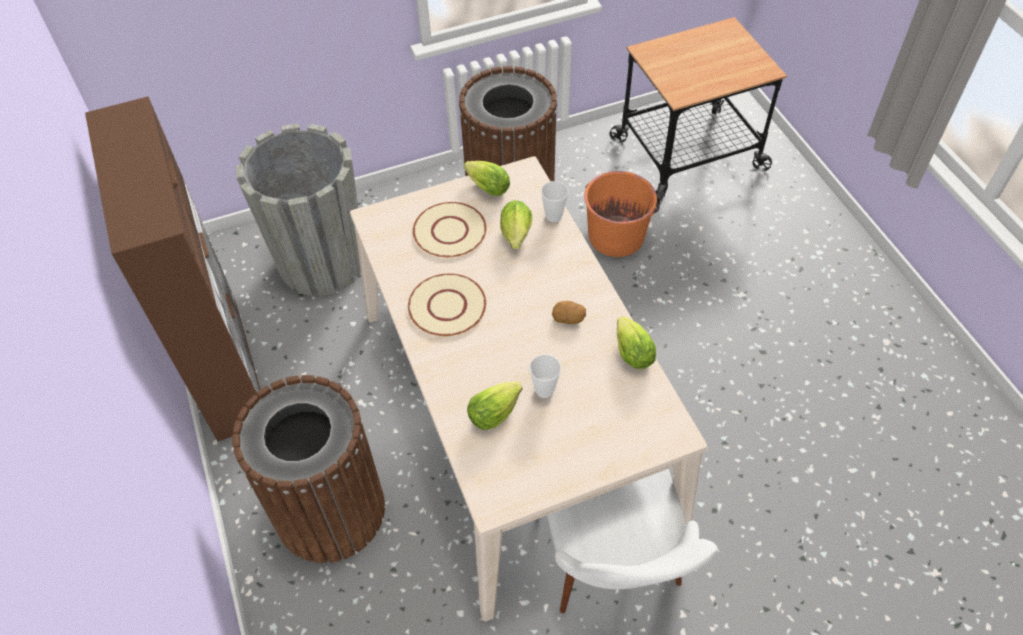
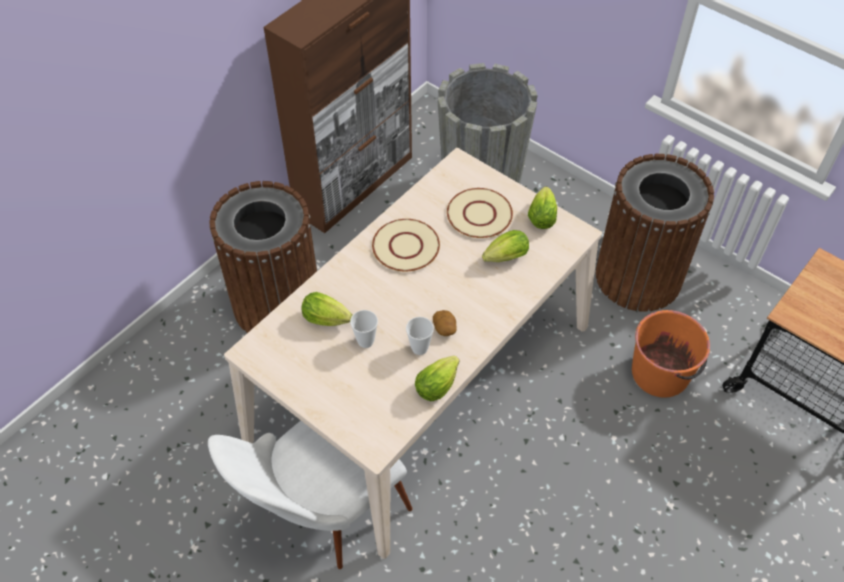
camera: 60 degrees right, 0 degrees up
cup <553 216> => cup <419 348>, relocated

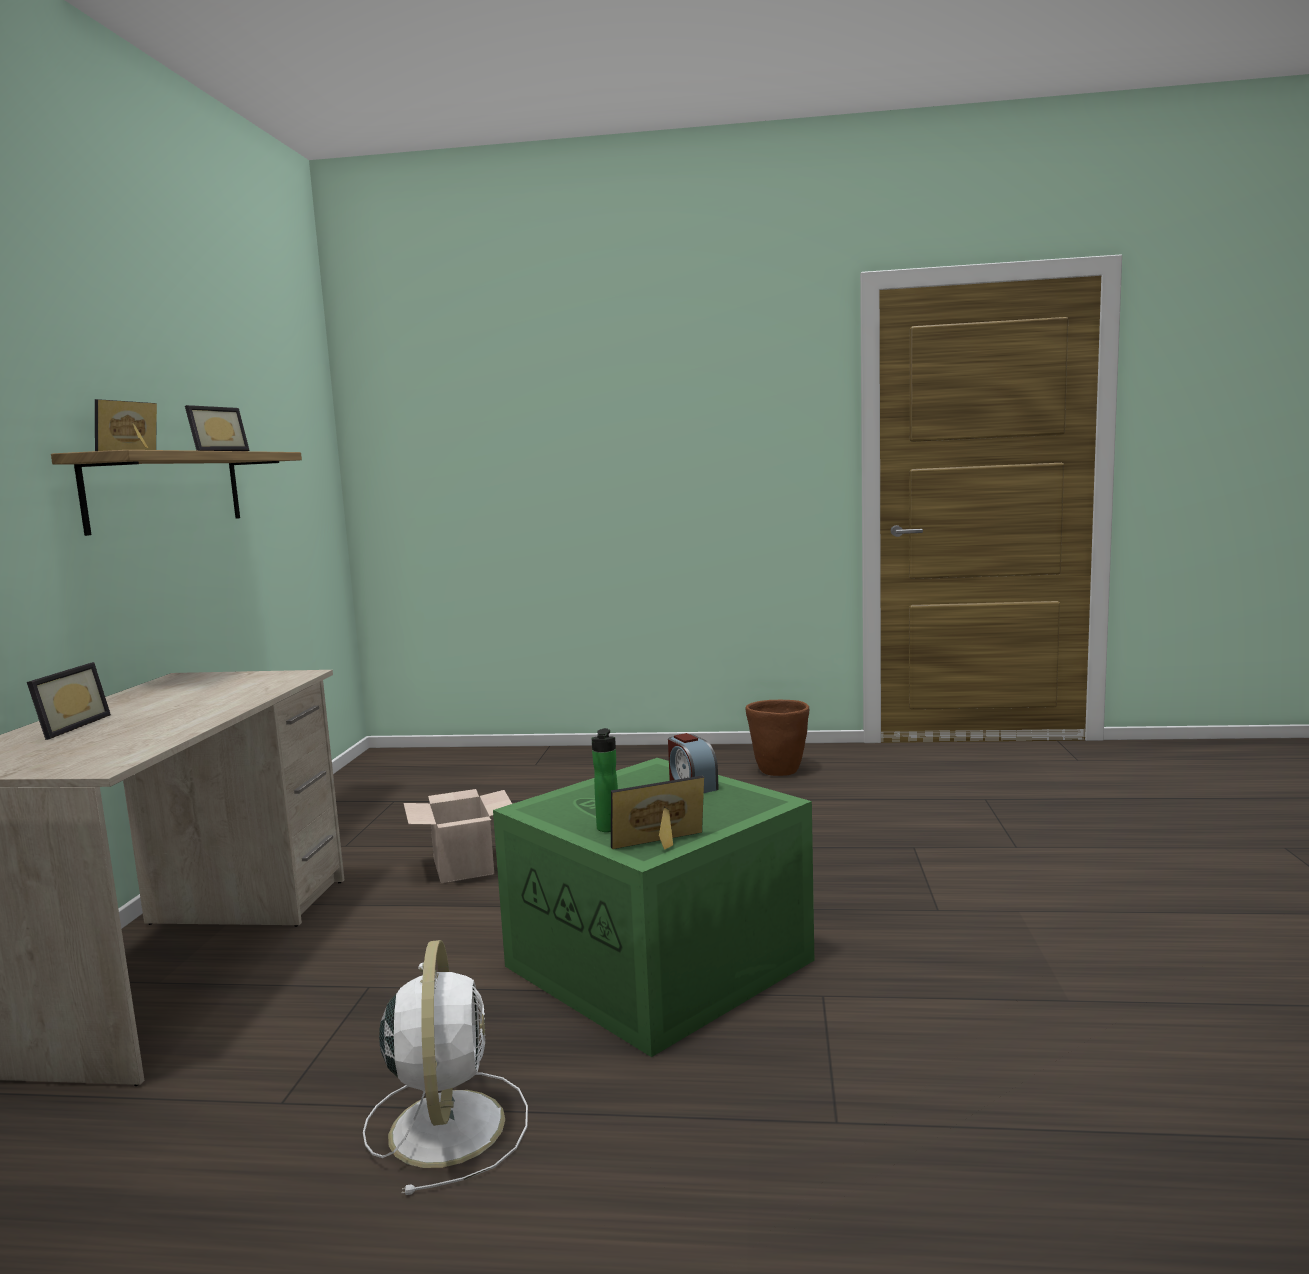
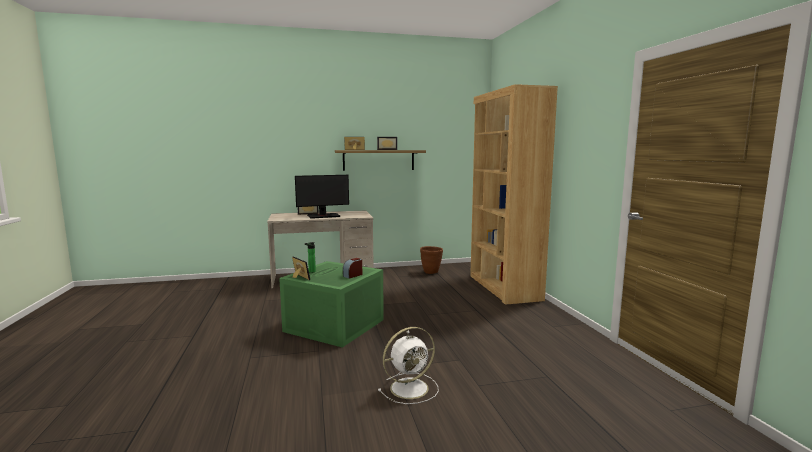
camera: 70 degrees right, 0 degrees up
white fan <447 1124> => white fan <411 388>, relocated
cardboard box <465 867> => nothing
brown planter <778 771> => brown planter <431 272>, relocated
nothing => monitor <323 216>
nothing => brown bookcase <503 287>

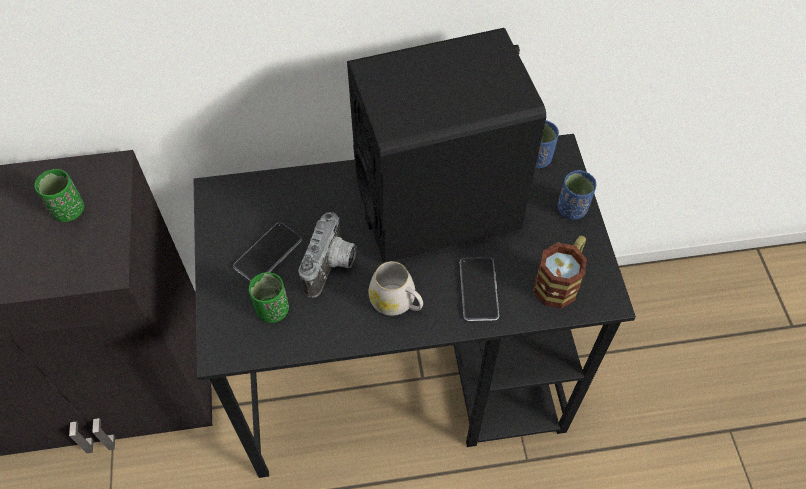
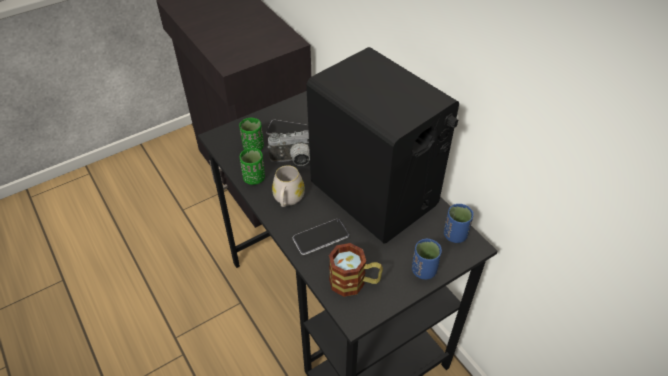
camera: 65 degrees right, 10 degrees down
green cup <69 210> => green cup <254 178>, relocated

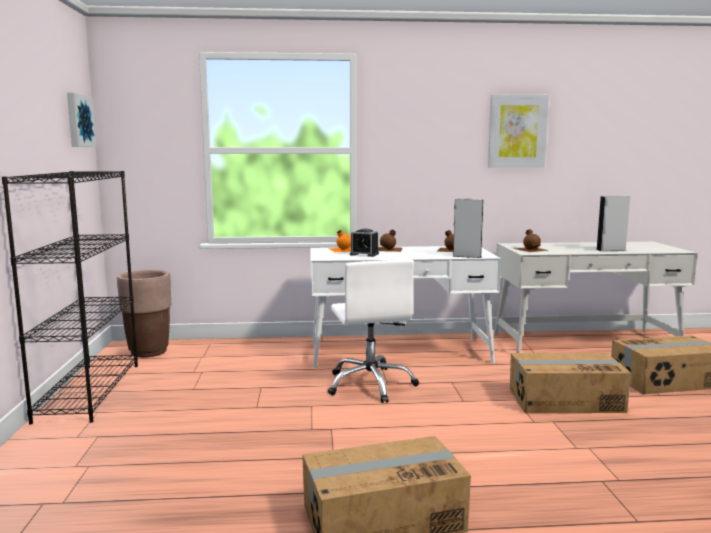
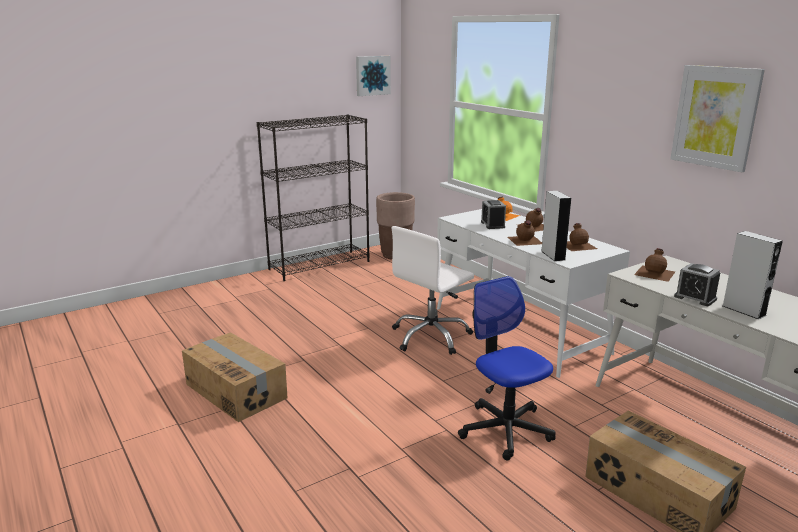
camera: 60 degrees right, 10 degrees up
cardboard box <565 400> => office chair <505 429>
nothing => brown bottle <524 240>
nothing => alarm clock <695 298>

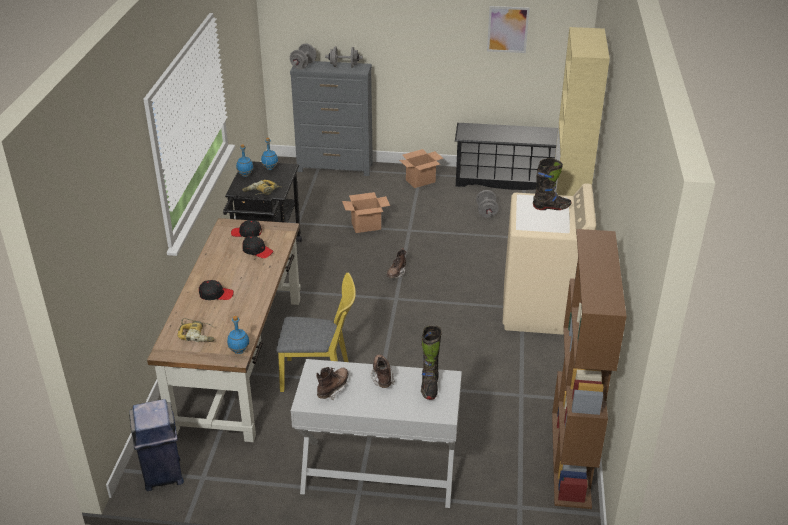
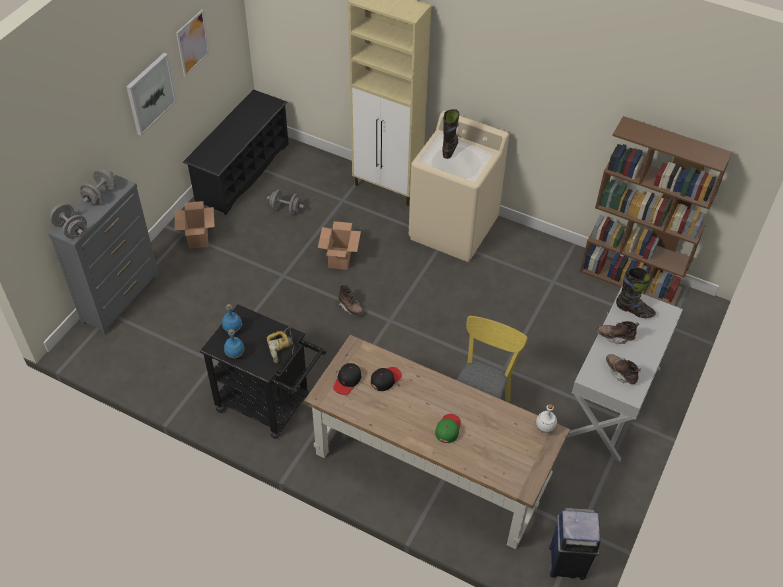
camera: 70 degrees left, 15 degrees up
power drill <198 334> => nothing
black cap <216 294> => green cap <448 429>
blue bottle <239 351> => white bottle <544 428>
cardboard box <366 226> => cardboard box <340 258>, relocated
nothing => picture <150 93>

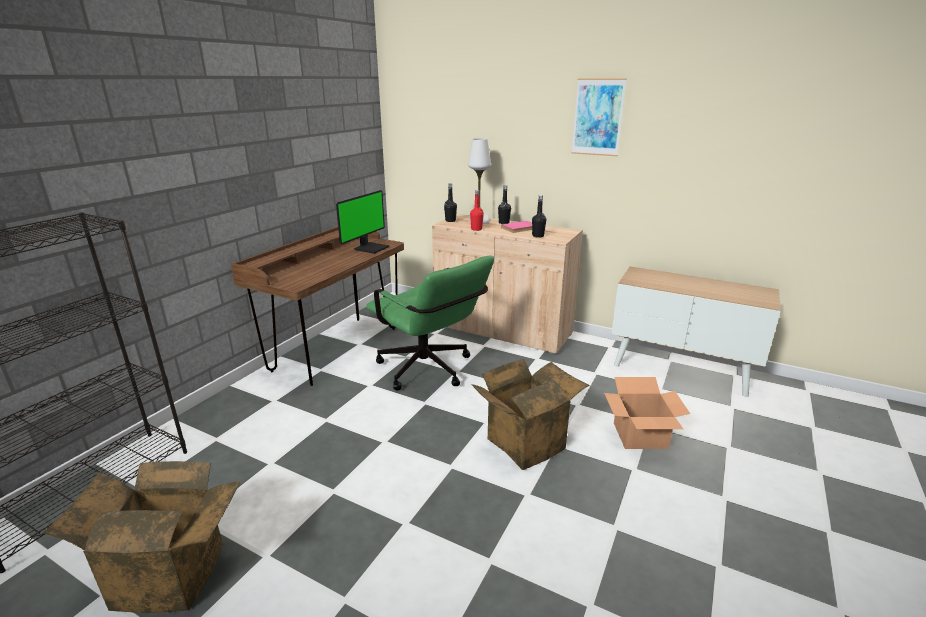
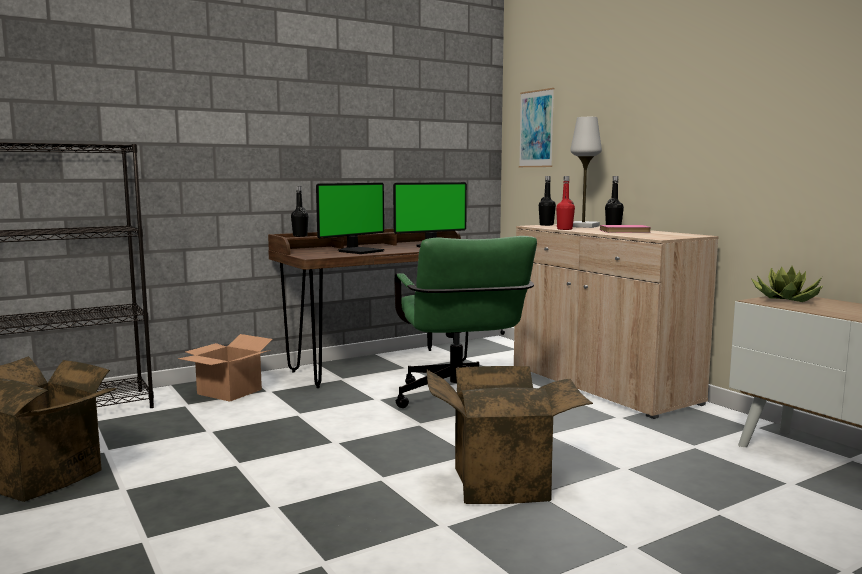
camera: 30 degrees right, 15 degrees down
black bottle <538 236> => black bottle <300 236>, relocated
picture <597 117> => picture <536 129>, relocated
cardboard box <640 435> => cardboard box <230 392>, relocated
nothing => monitor <360 251>
nothing => potted plant <787 299>

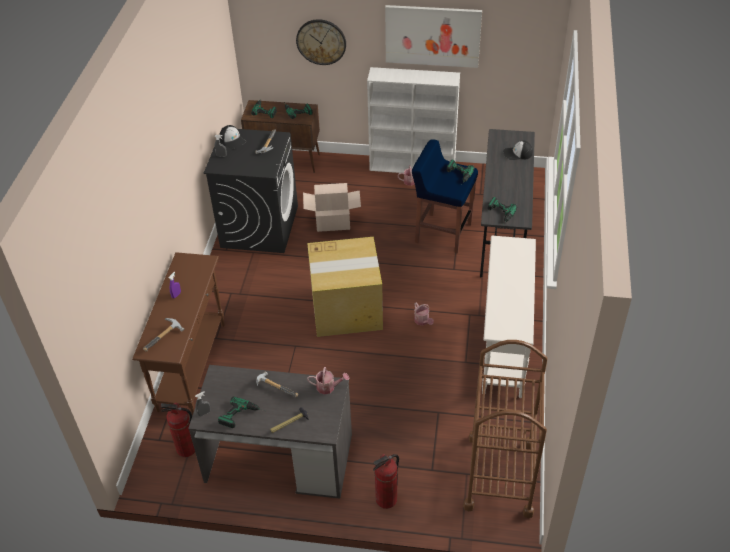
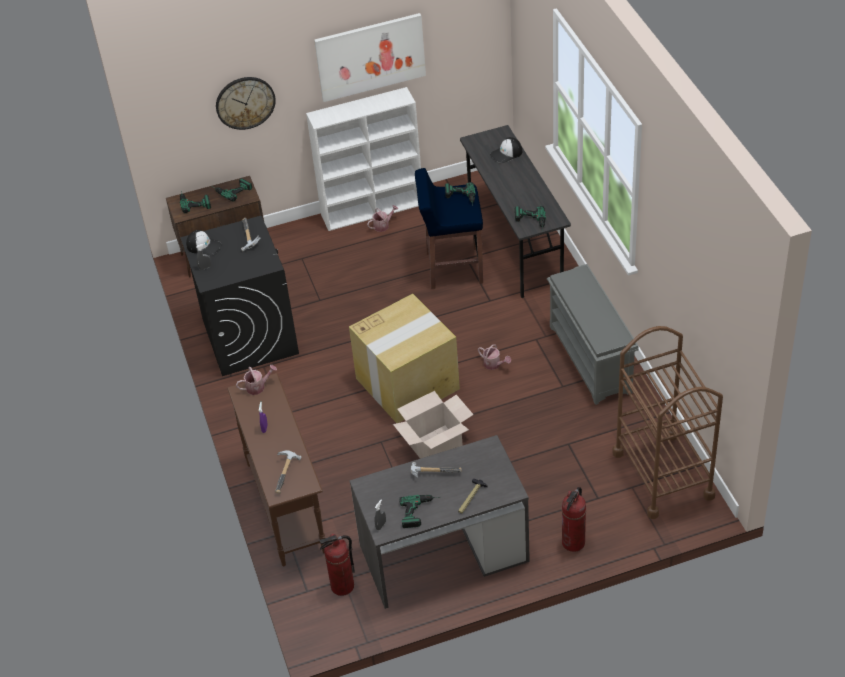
camera: 25 degrees left, 0 degrees up
cardboard box <333 222> => cardboard box <435 445>, relocated
watering can <328 387> => watering can <258 387>, relocated
white console table <503 350> => grey shoe rack <591 359>

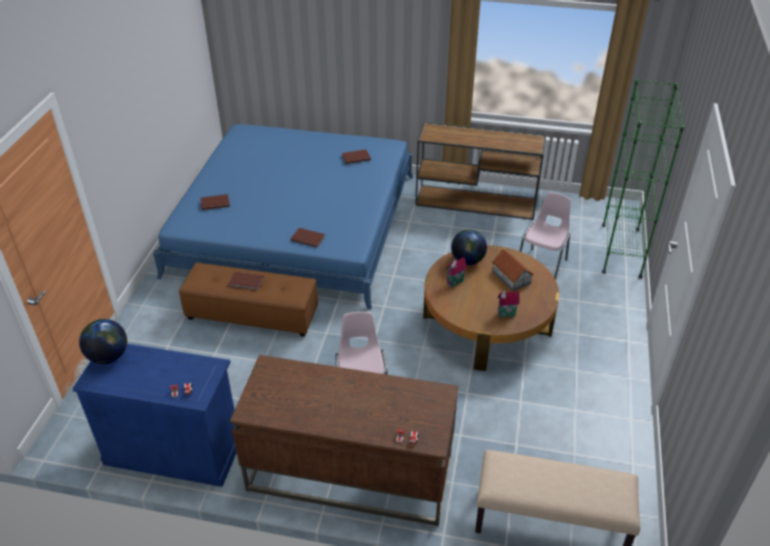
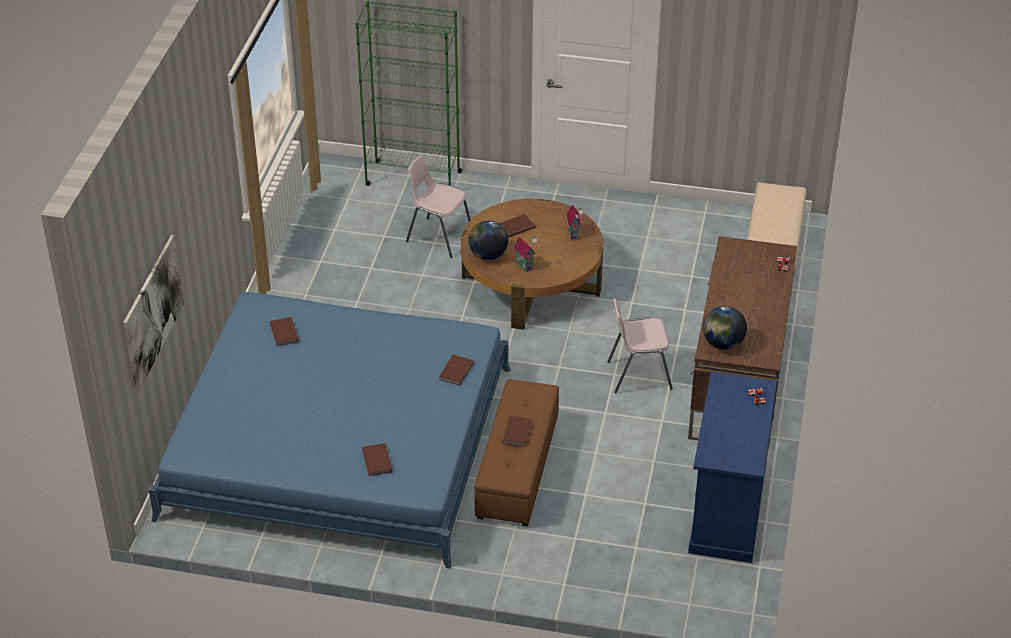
camera: 90 degrees left, 0 degrees up
globe <108 356> => globe <722 344>, relocated
brown console table <477 202> => nothing
toy house <511 276> => brown book <515 227>
nothing => picture <153 312>

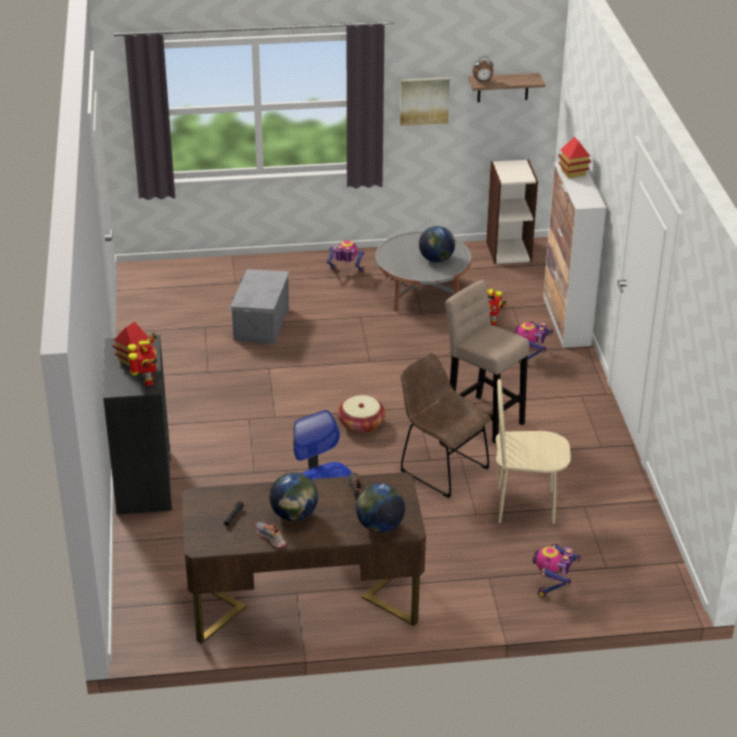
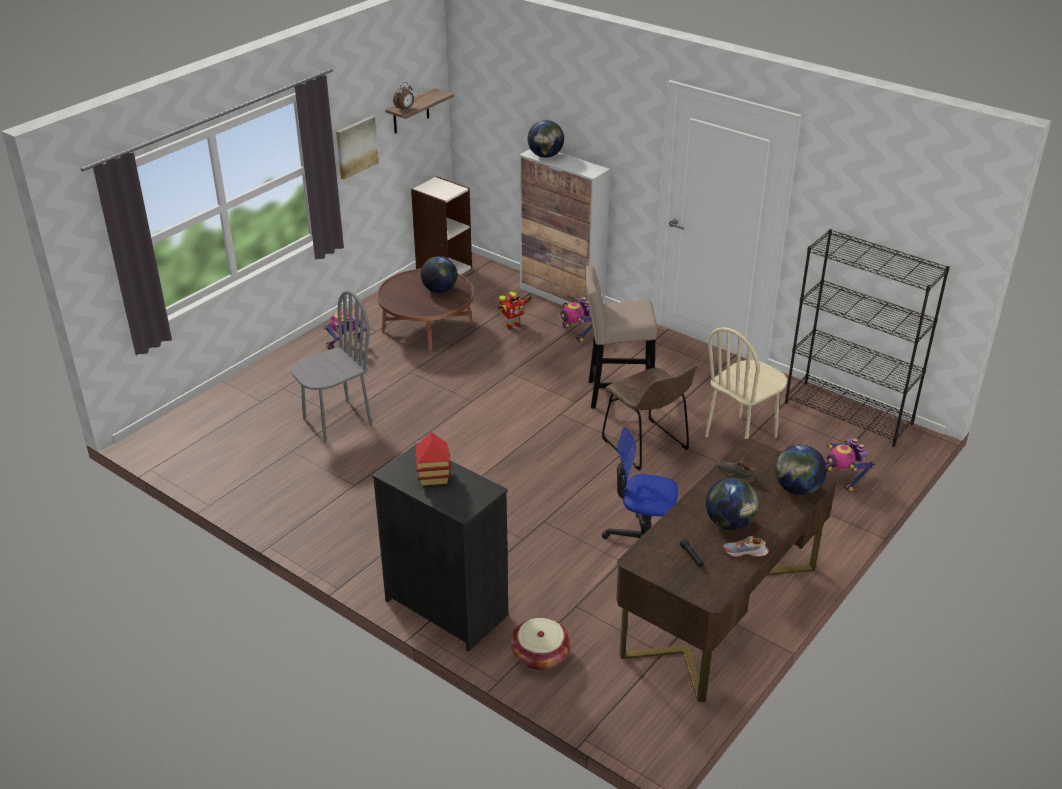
camera: 45 degrees left, 0 degrees up
toy robot <147 381> => nothing
grey storage box <260 323> => grey chair <337 421>
basket <361 424> => basket <540 655>, relocated
grey coffee table <422 291> => brown coffee table <427 328>
brown chair <440 468> => brown chair <647 447>, 120 degrees counterclockwise
toy house <573 173> => globe <545 156>
nothing => black bookcase <849 413>

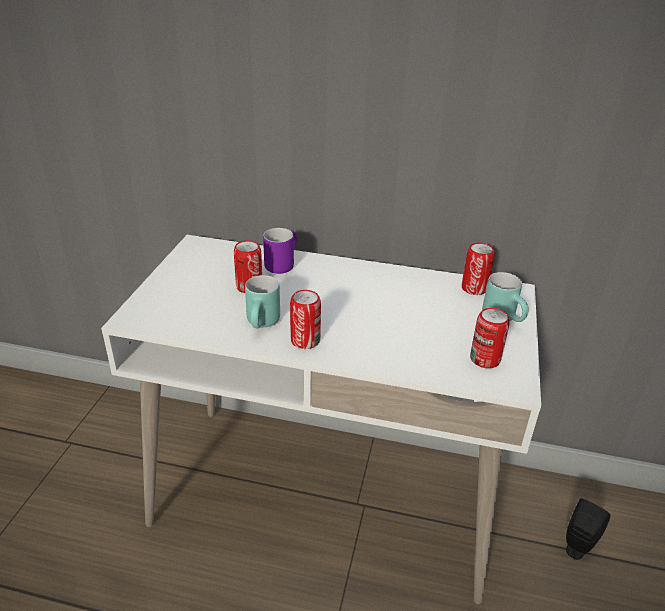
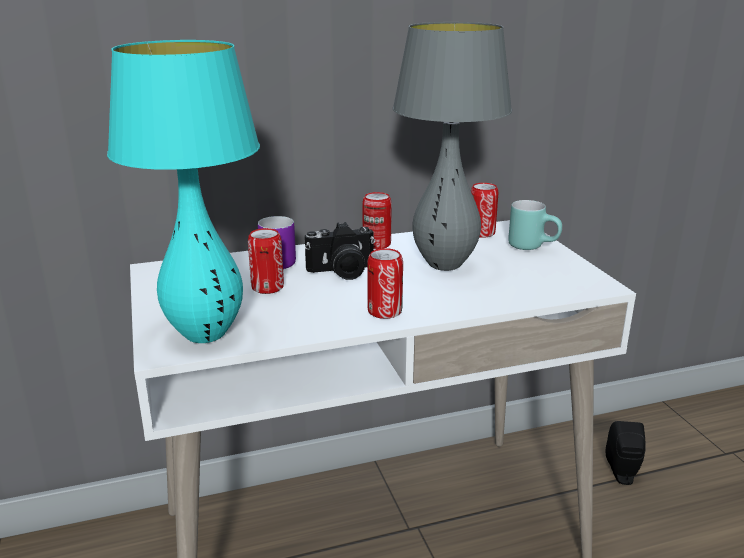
camera: 30 degrees left, 10 degrees down
turquoise mug <264 324> => nothing
can <485 359> => can <376 244>, relocated
nothing => turquoise table lamp <206 334>
nothing => photo camera <342 272>
nothing => grey table lamp <444 264>

